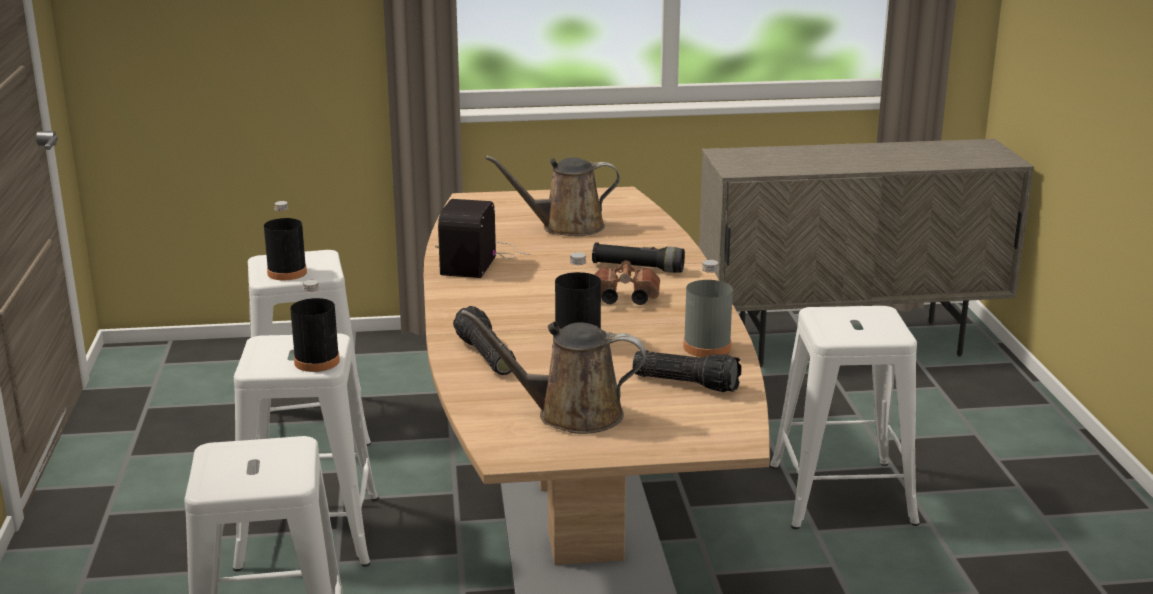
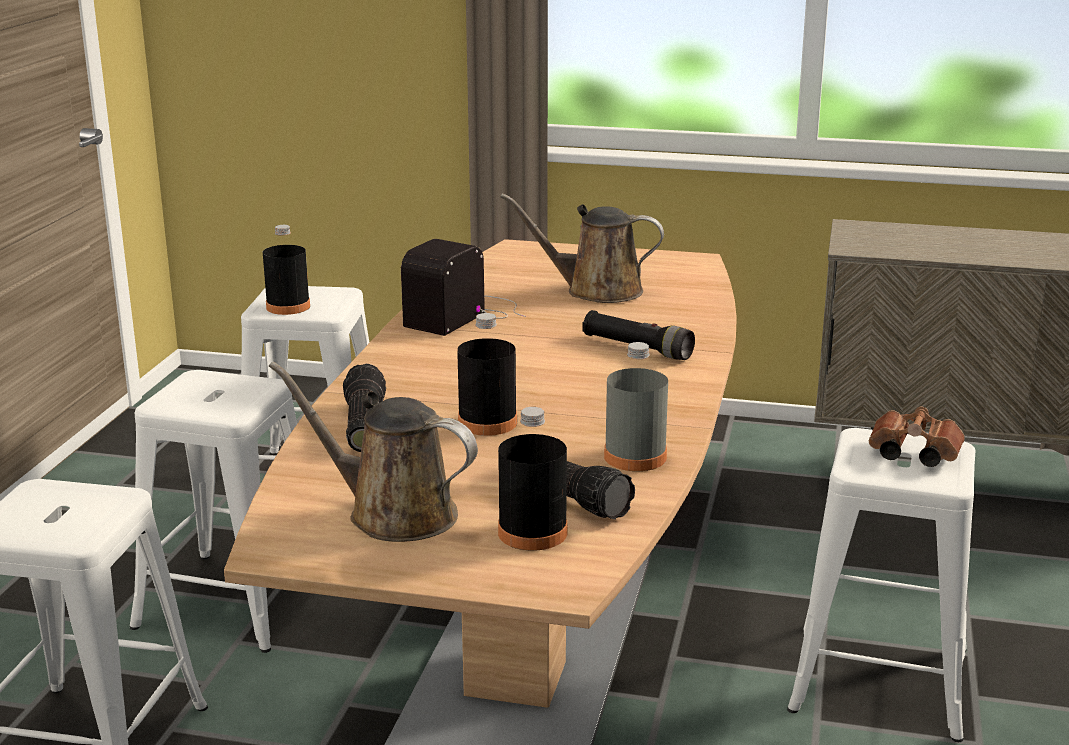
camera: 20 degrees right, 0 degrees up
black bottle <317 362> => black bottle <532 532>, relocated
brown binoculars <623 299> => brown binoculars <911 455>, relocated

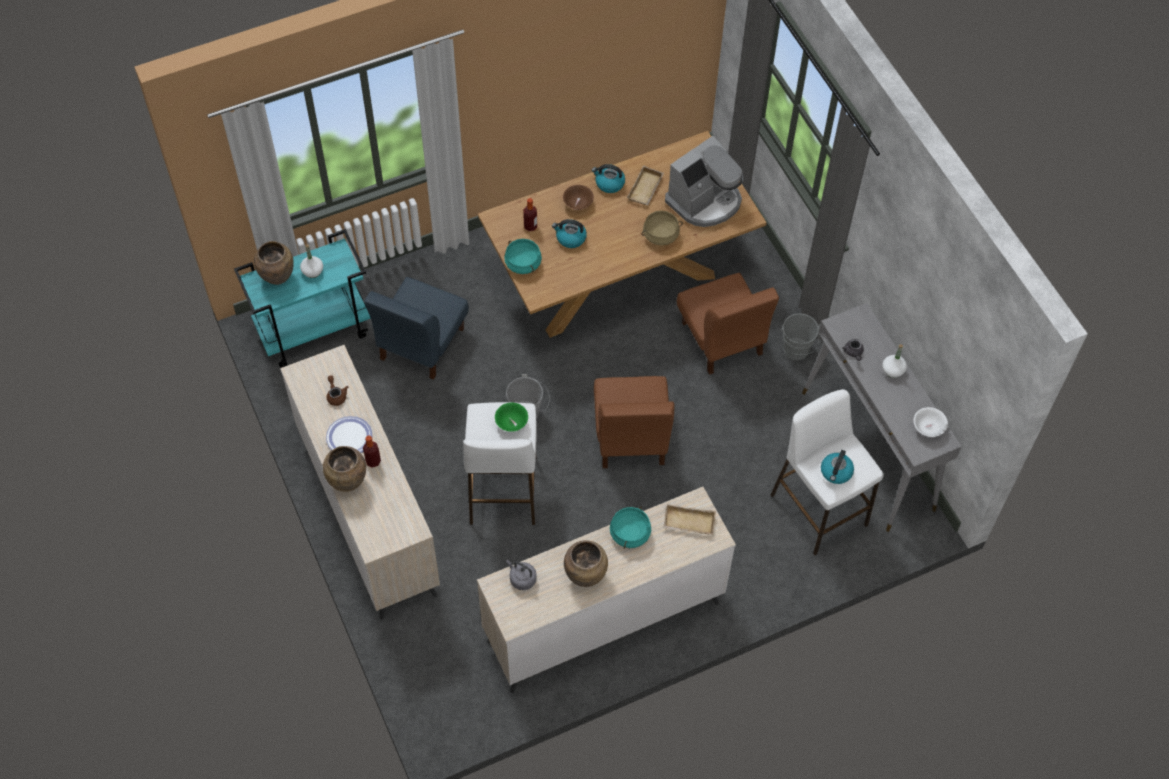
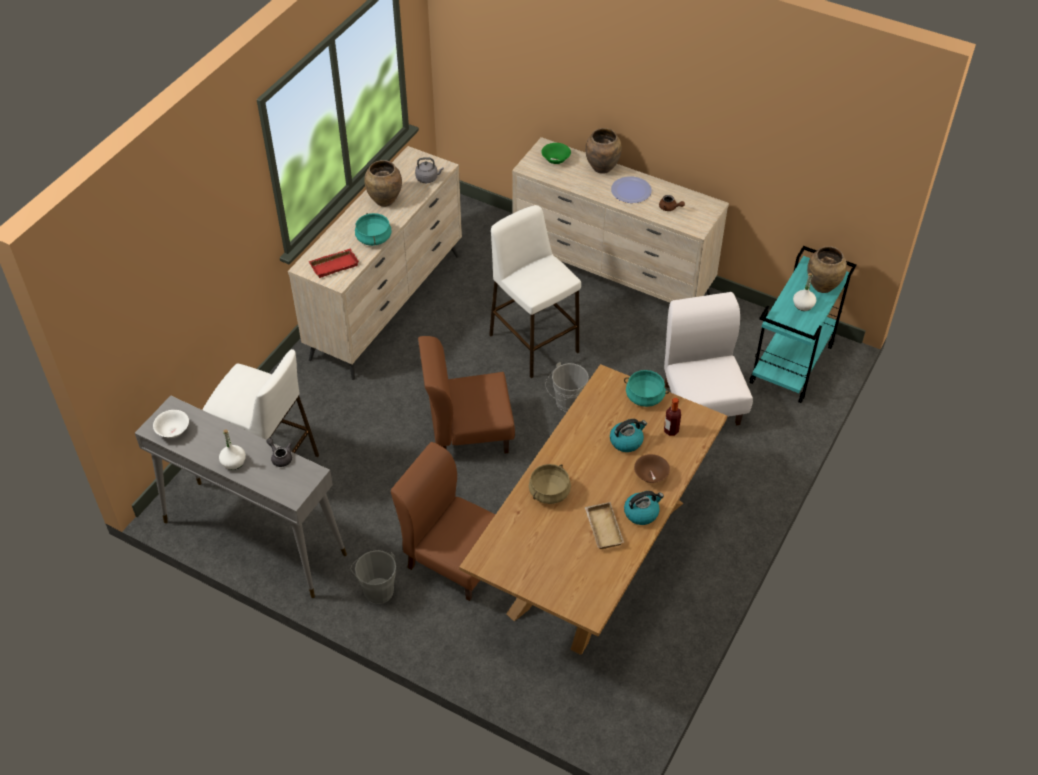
camera: 145 degrees right, 10 degrees down
bottle <373 461> => nothing
blue chair <421 344> => white chair <701 403>
green bowl <511 423> => green bowl <555 160>, relocated
brown chair <630 437> => brown chair <468 433>, 60 degrees counterclockwise
beige tray <688 523> => red tray <334 265>
coffee machine <705 201> => nothing
kettle <836 472> => nothing

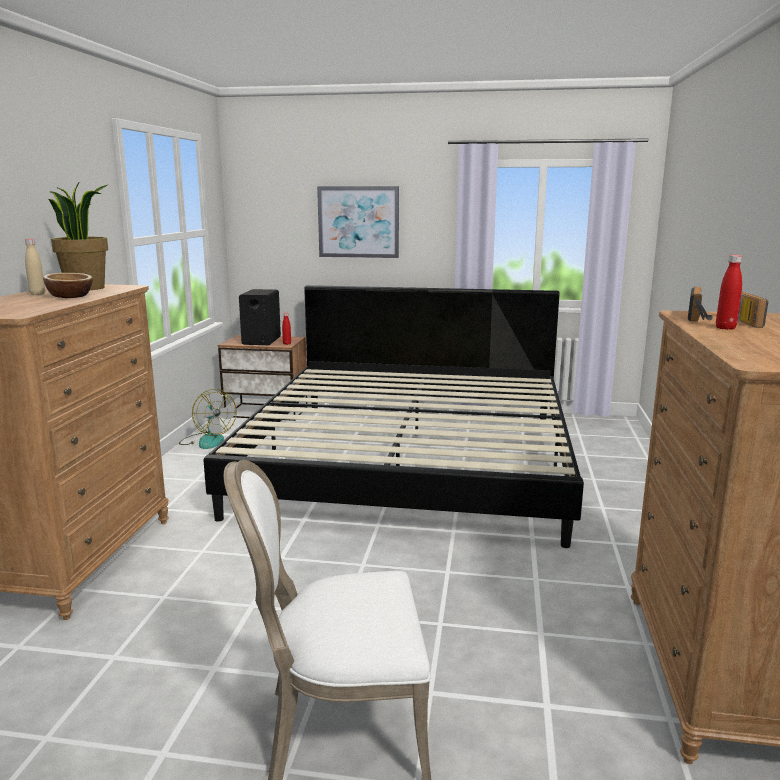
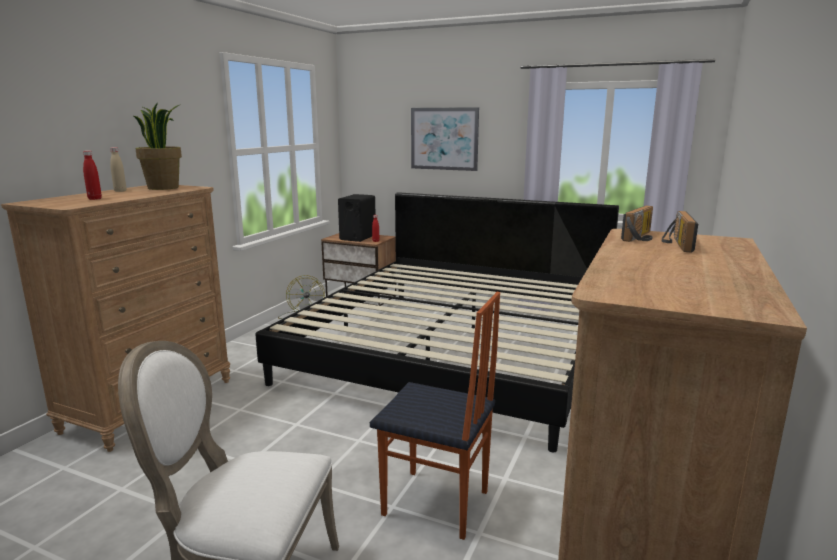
camera: 15 degrees right, 0 degrees up
bowl <70 296> => nothing
red bottle <725 328> => red bottle <95 199>, relocated
nothing => chair <436 504>

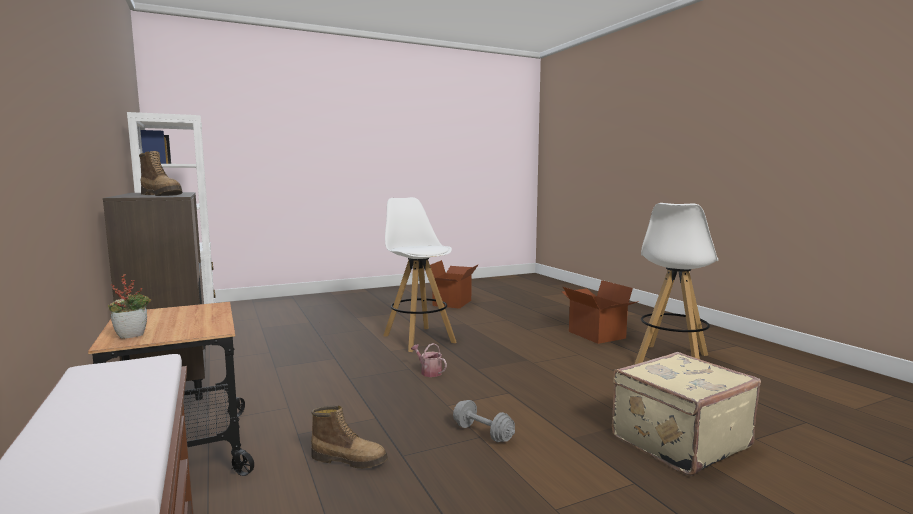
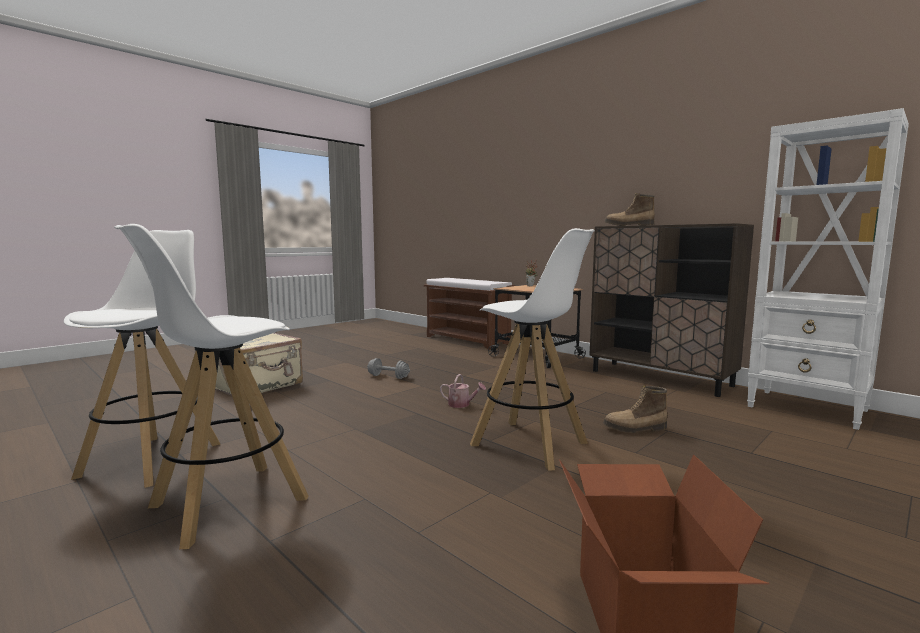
camera: 160 degrees right, 0 degrees up
boot <350 459> => boot <635 429>, relocated
cardboard box <595 335> => white stool <227 503>

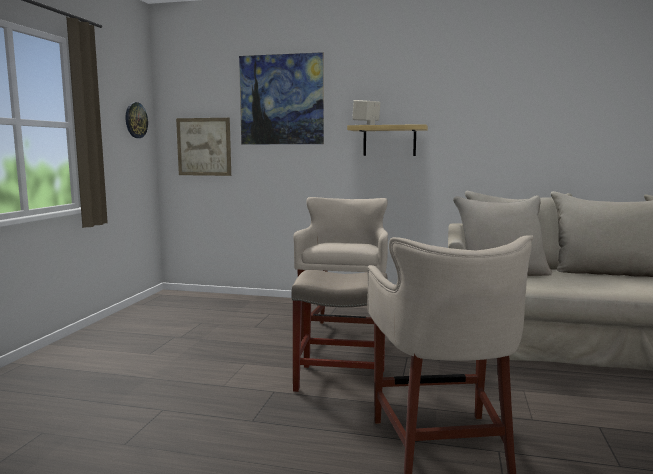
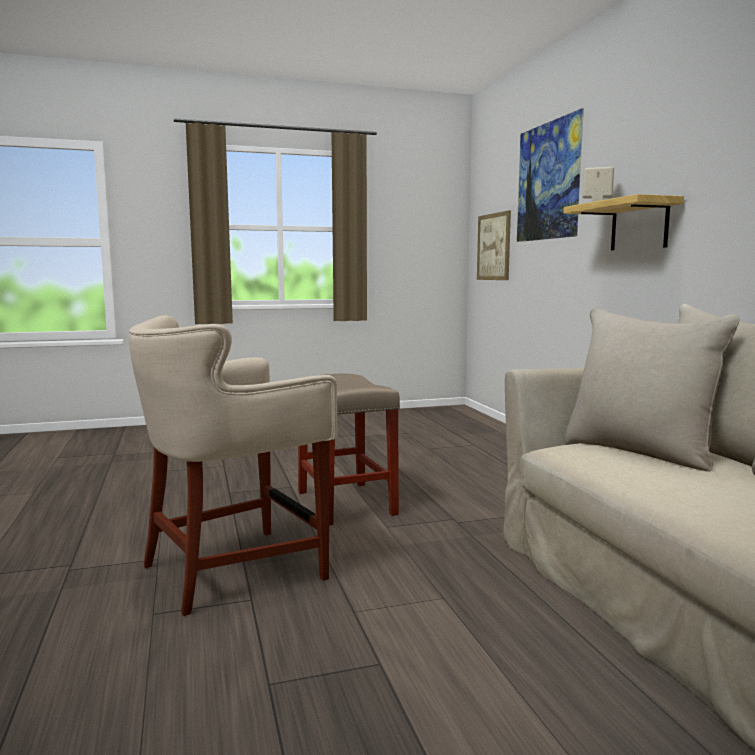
camera: 60 degrees right, 0 degrees up
wall clock <135 120> => nothing
beige stool <344 336> => nothing

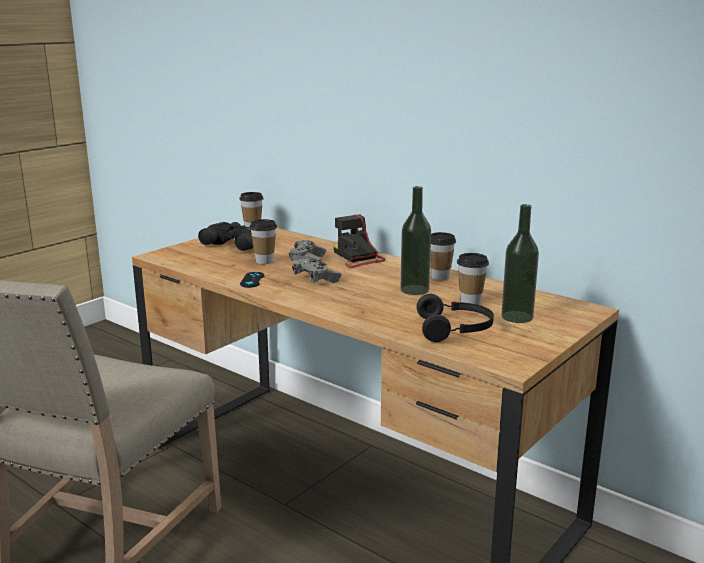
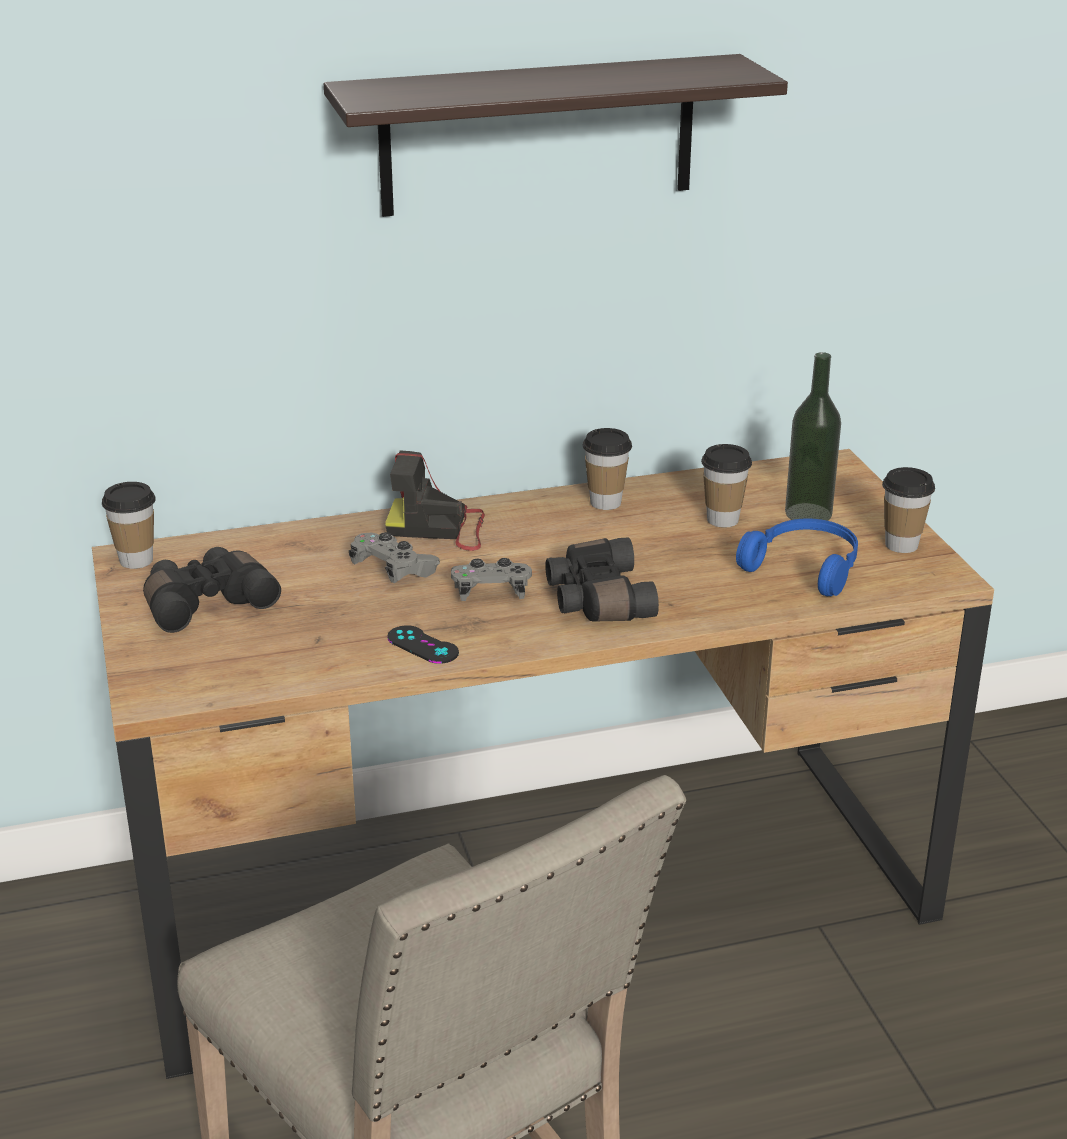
camera: 55 degrees left, 10 degrees up
cup <264 261> => cup <901 545>, relocated
bottle <414 290> => nothing
black headphones <455 329> => blue headphones <805 567>
nothing => shelf <538 135>
nothing => black binoculars <596 599>

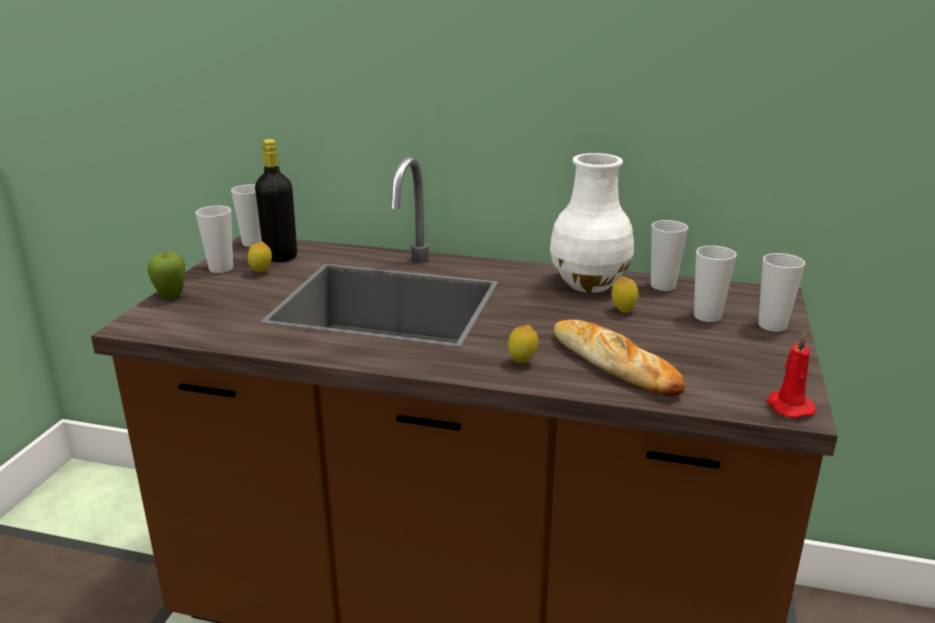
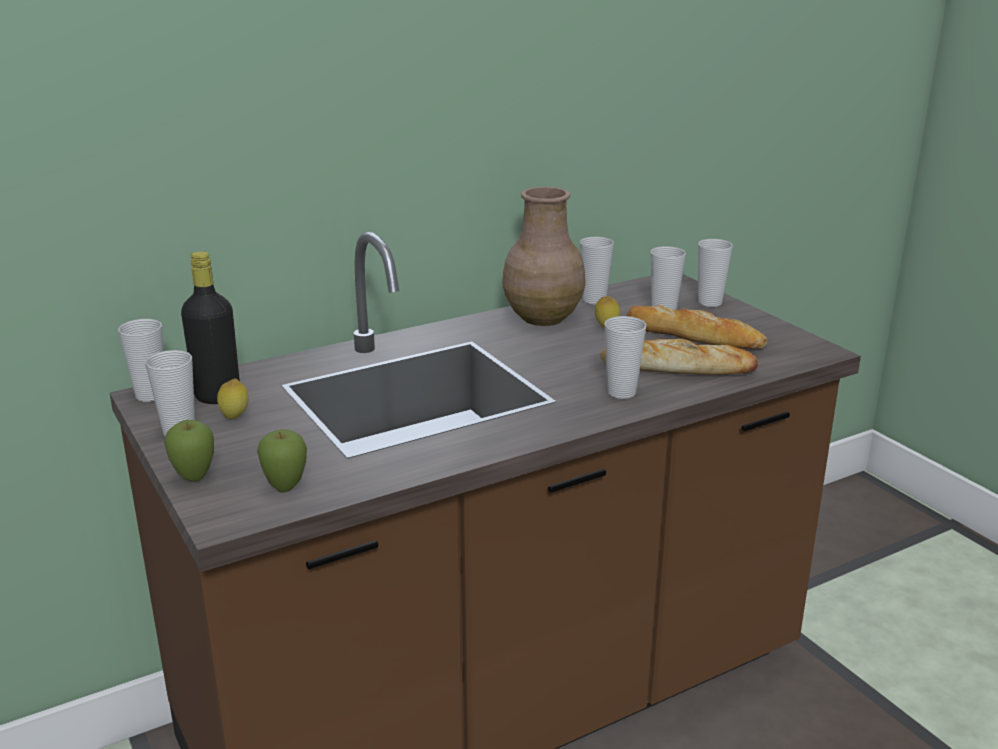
camera: 45 degrees left, 0 degrees up
lemon <522 362> => cup <621 392>
white vase <589 284> => brown vase <542 317>
red candle <788 406> => nothing
nothing => apple <285 488>
nothing => bread <694 336>

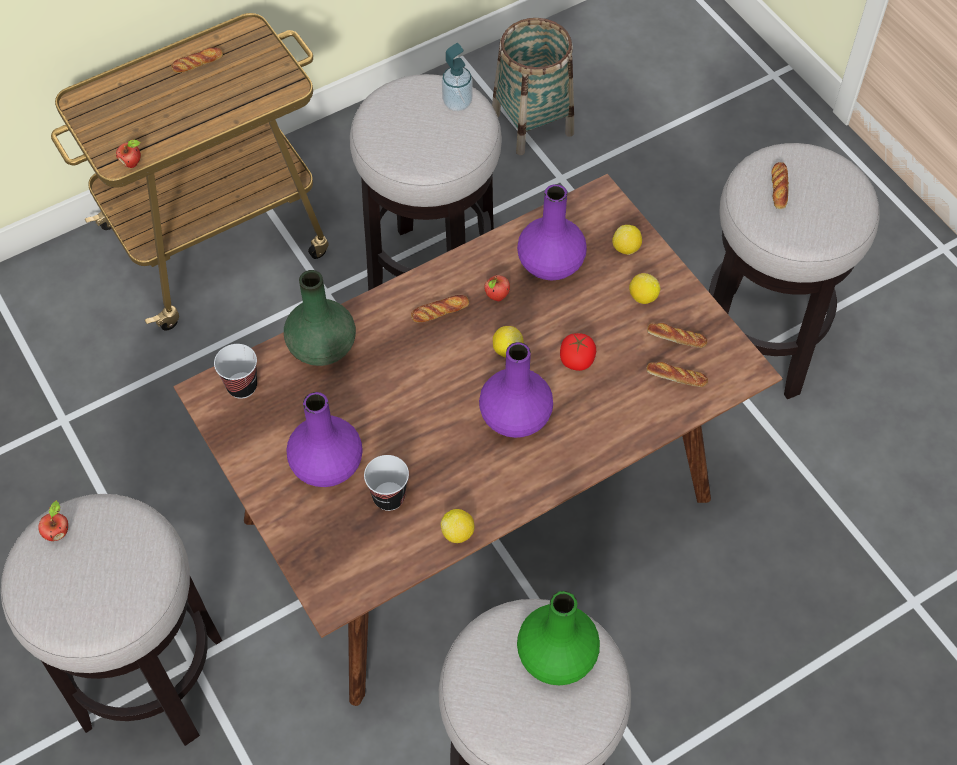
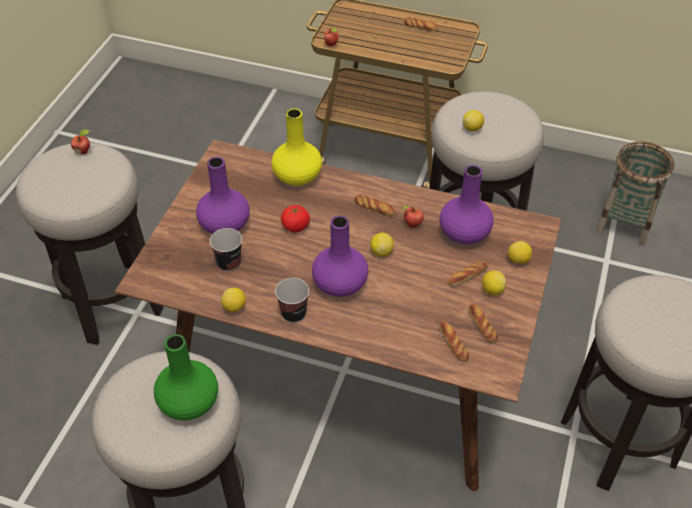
camera: 50 degrees right, 10 degrees down
cup <242 386> => cup <293 314>, relocated
green vase <323 346> => yellow vase <298 176>
soap dispenser <457 103> => nothing
tomato <577 360> => tomato <295 227>, relocated
bread <779 188> => bread <467 276>, relocated
nothing => lemon <472 128>

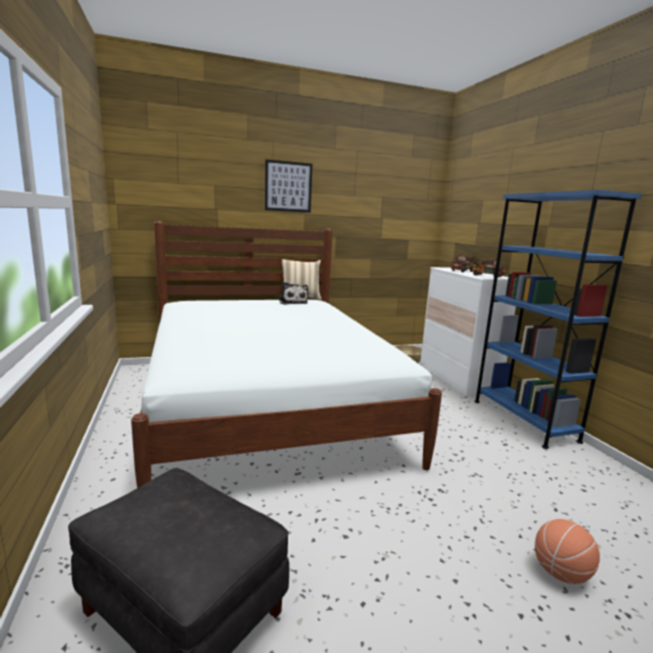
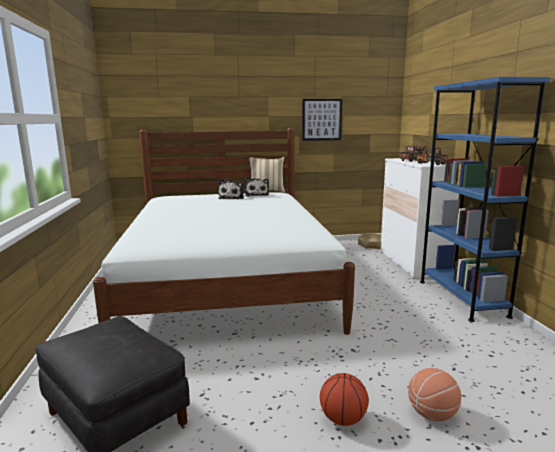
camera: 10 degrees right, 0 degrees up
picture <288 186> => picture <321 119>, relocated
nothing => plush toy <232 198>
nothing => basketball <343 419>

